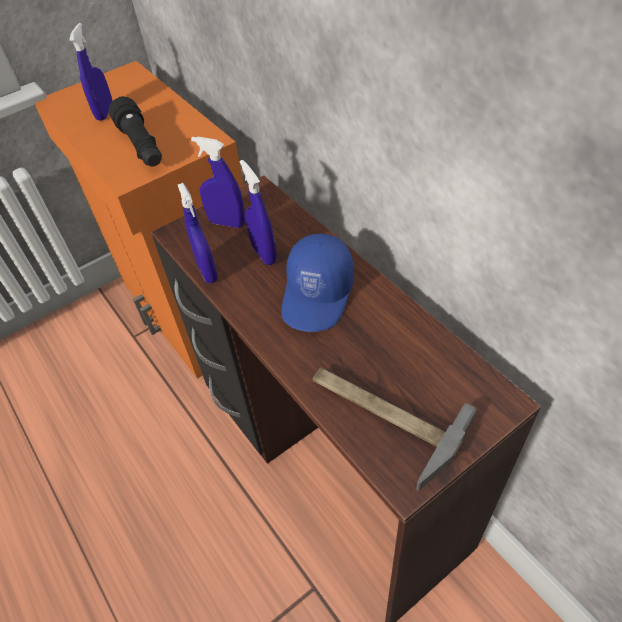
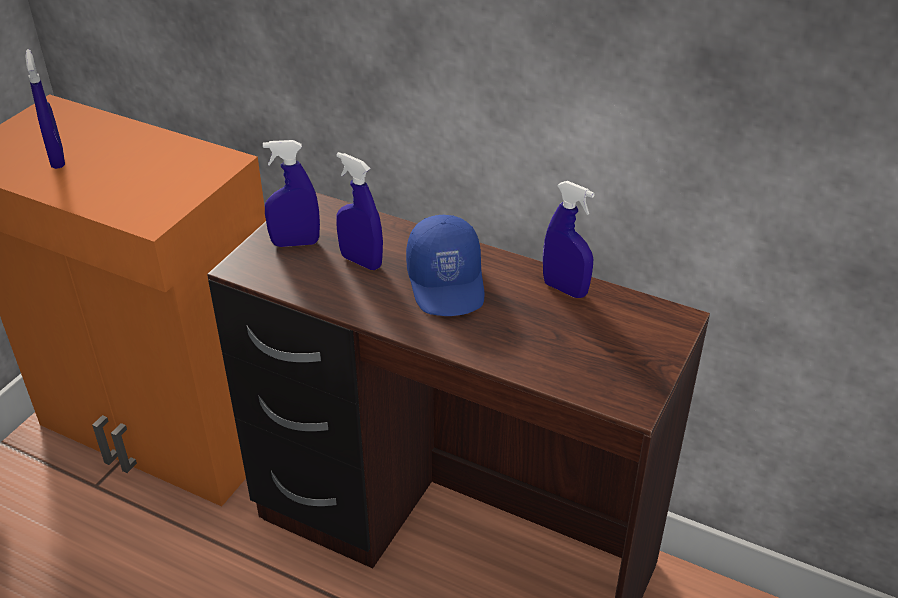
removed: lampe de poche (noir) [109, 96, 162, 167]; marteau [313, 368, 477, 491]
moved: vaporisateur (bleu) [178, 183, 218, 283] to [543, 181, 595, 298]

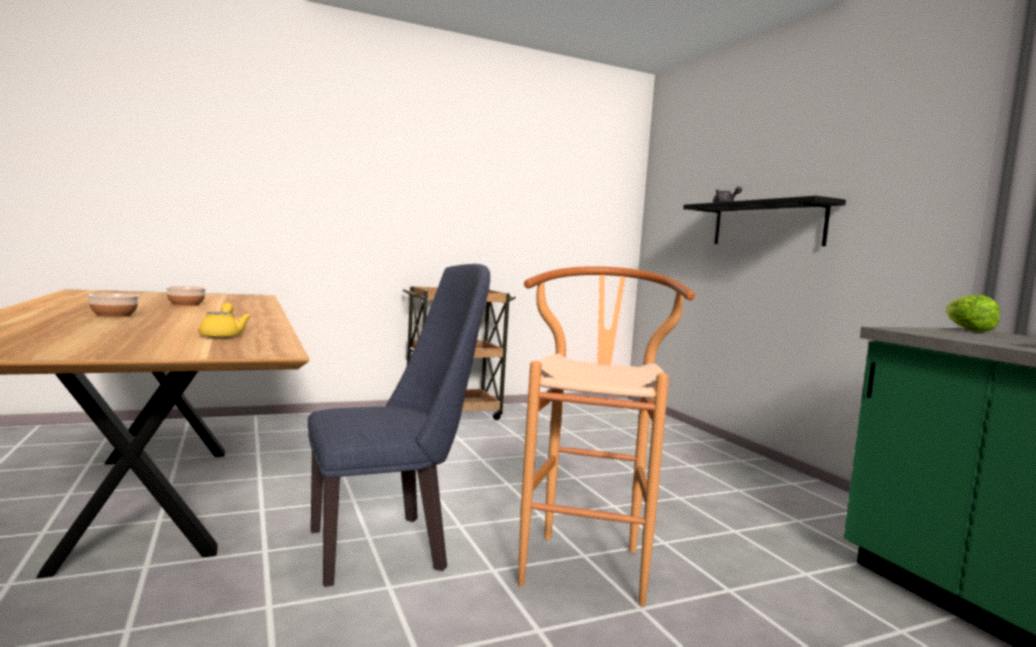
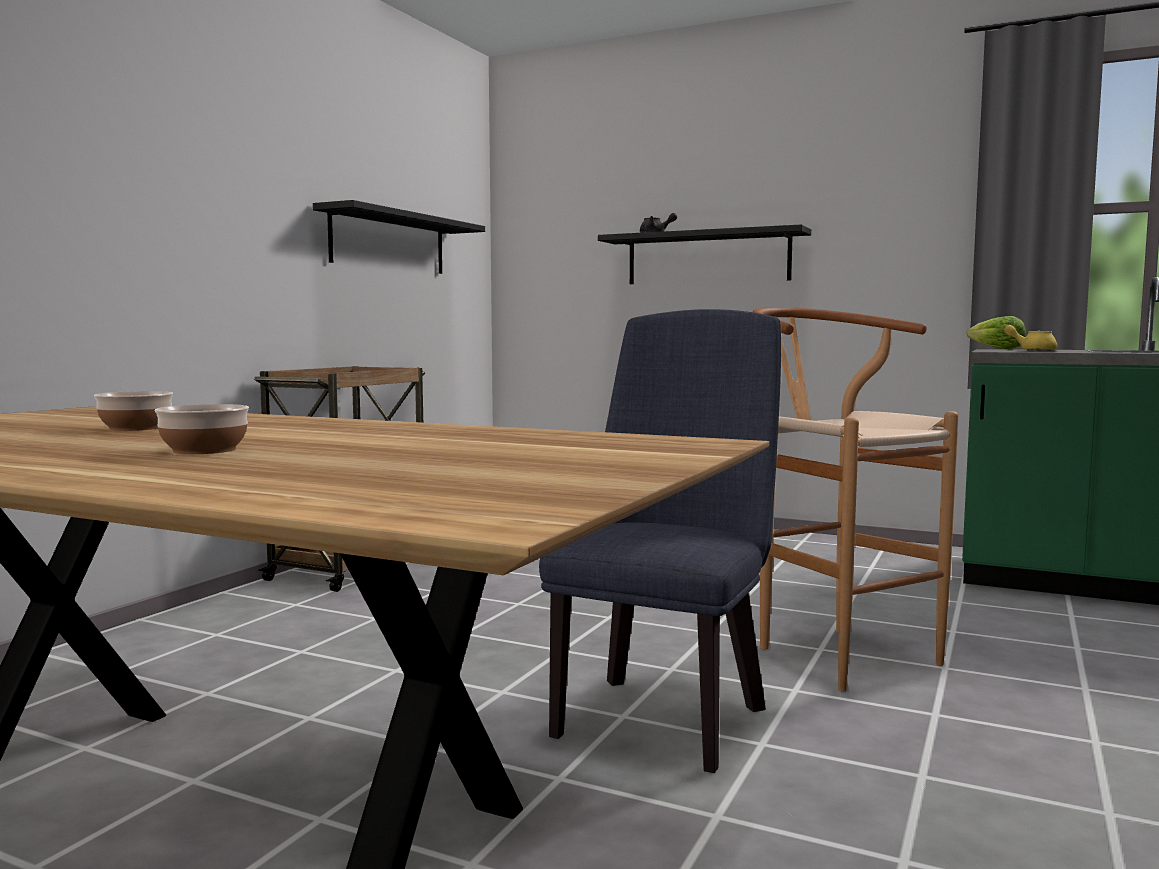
added: étagère (noir) [313, 200, 485, 274]
moved: théière (jaune) [198, 303, 251, 338] to [1004, 325, 1057, 351]

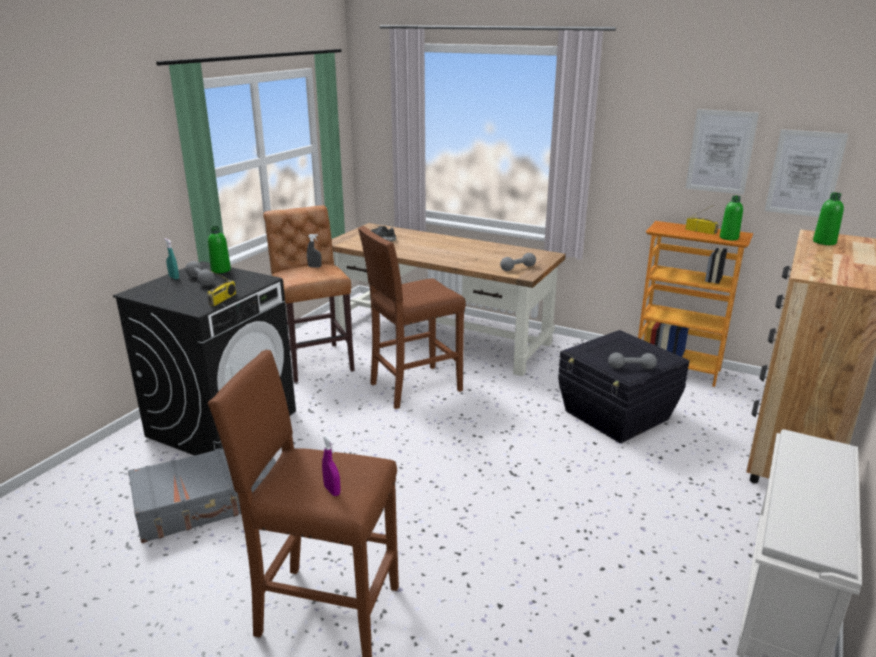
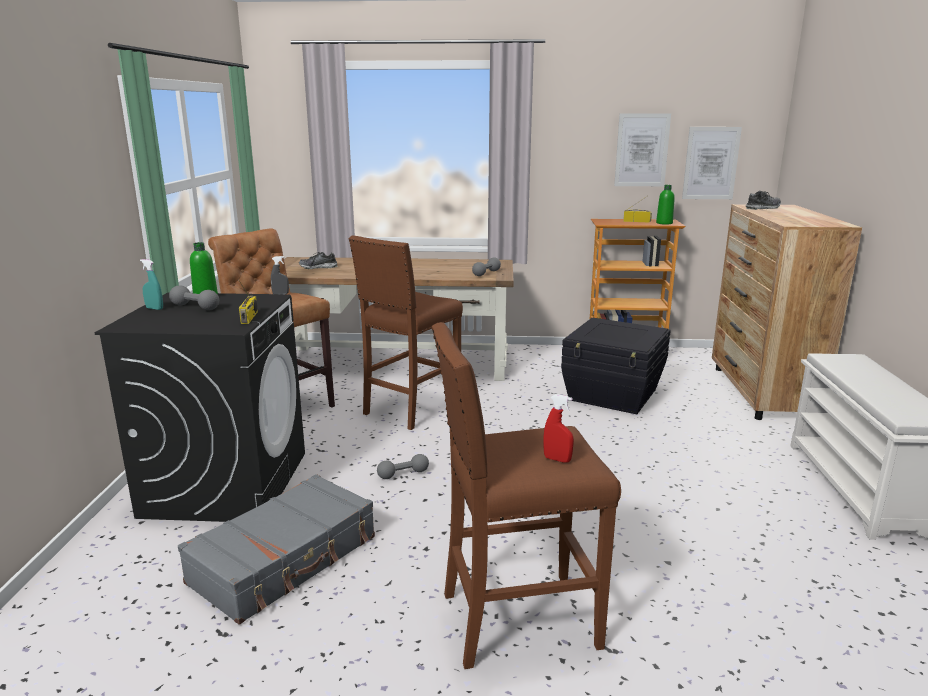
moved: haltère (gris) [608, 353, 657, 369] to [377, 454, 429, 479]
replaced: bouteille (vert) [813, 192, 844, 245] to chaussure [746, 191, 781, 210]
recoloured: vaporisateur (violet) [322, 436, 341, 496] to vaporisateur (rouge) [543, 394, 574, 463]

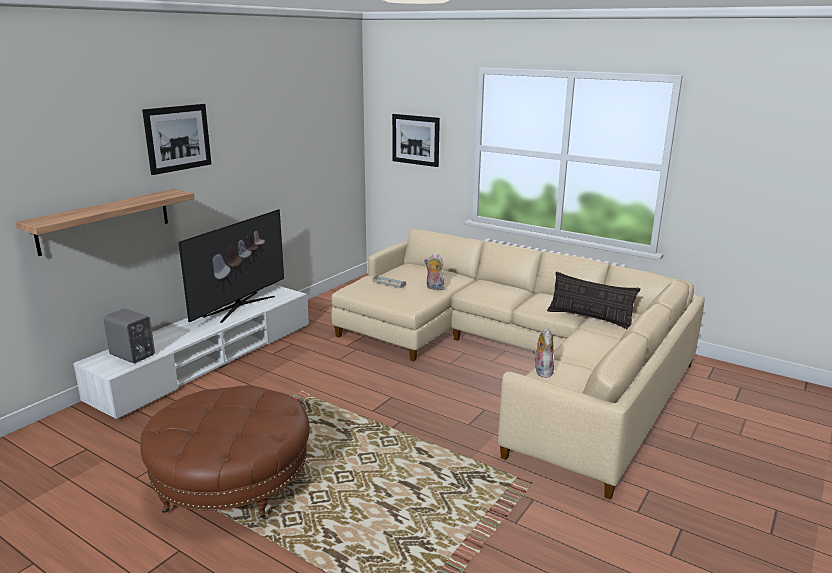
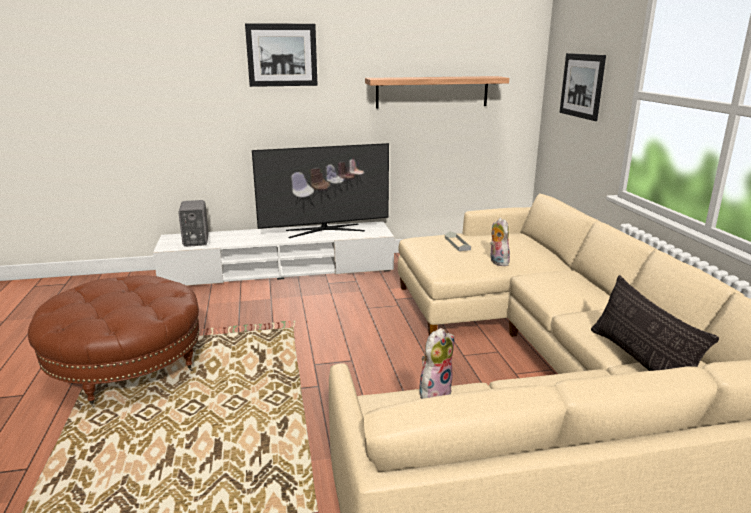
moved: étagère [16, 189, 194, 256] to [365, 76, 509, 109]

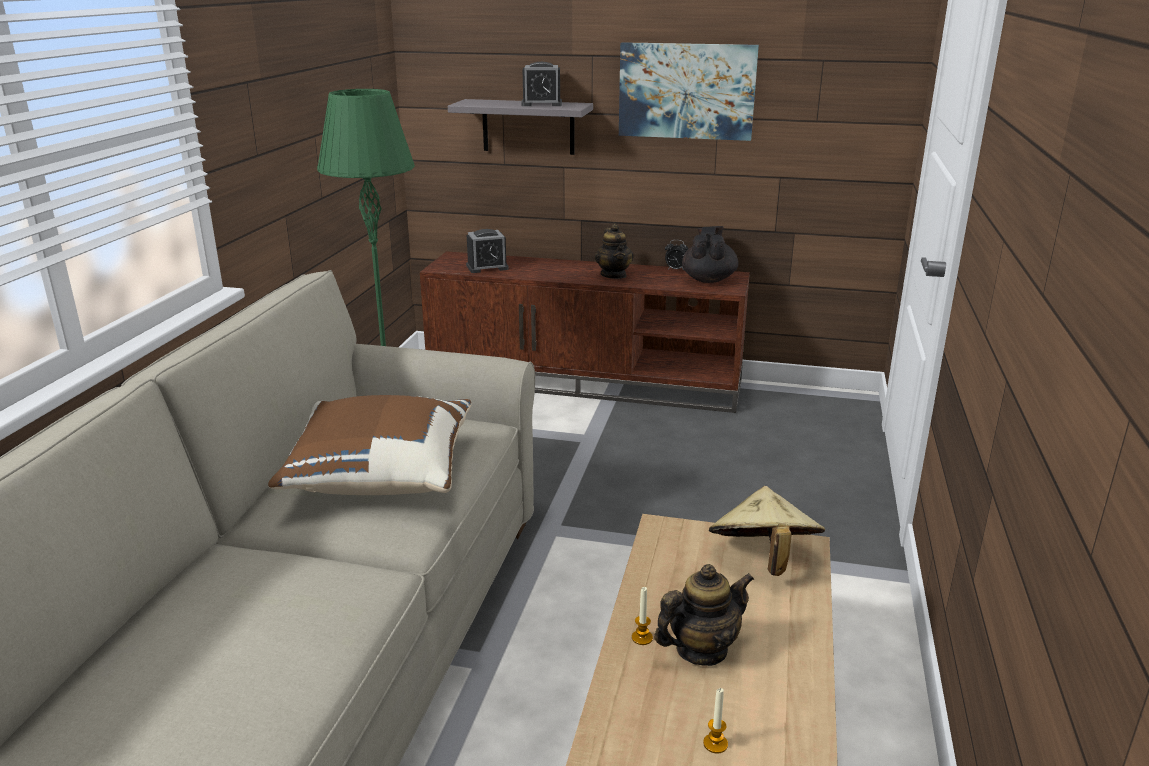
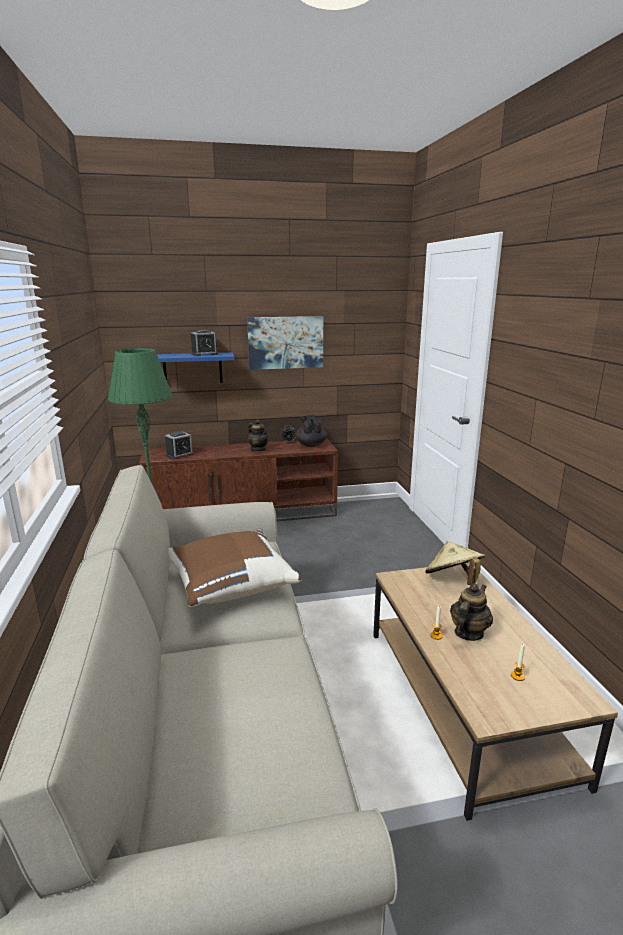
recoloured: étagère (gris) [448, 99, 593, 155] to étagère (bleu) [157, 352, 235, 383]

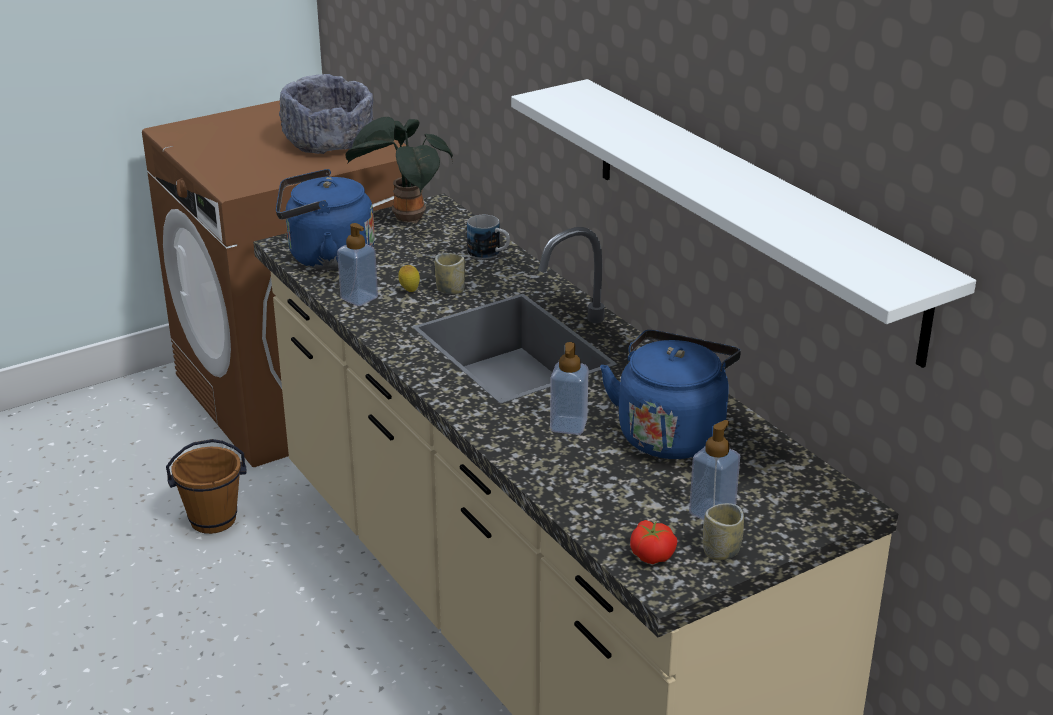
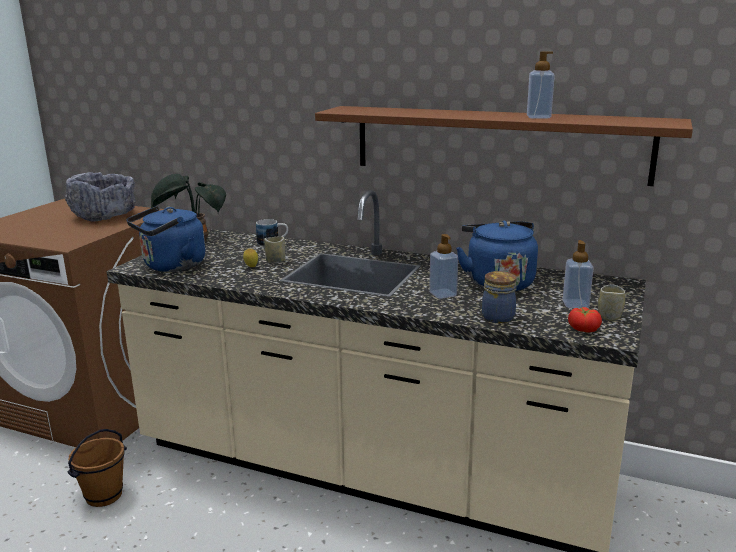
added: bocal [482, 271, 516, 323]
moved: distributeur de savon [337, 223, 378, 306] to [527, 51, 555, 119]
recoloured: étagère (blanc) [511, 79, 976, 368] to étagère (marron) [315, 106, 693, 186]

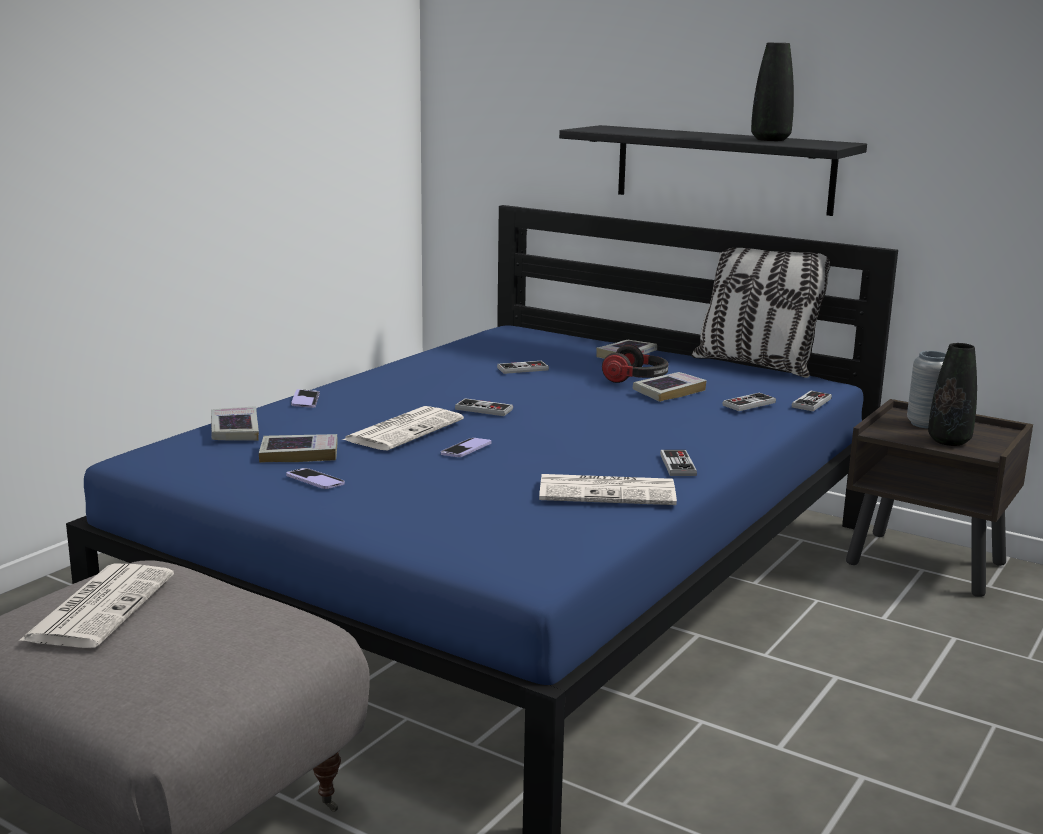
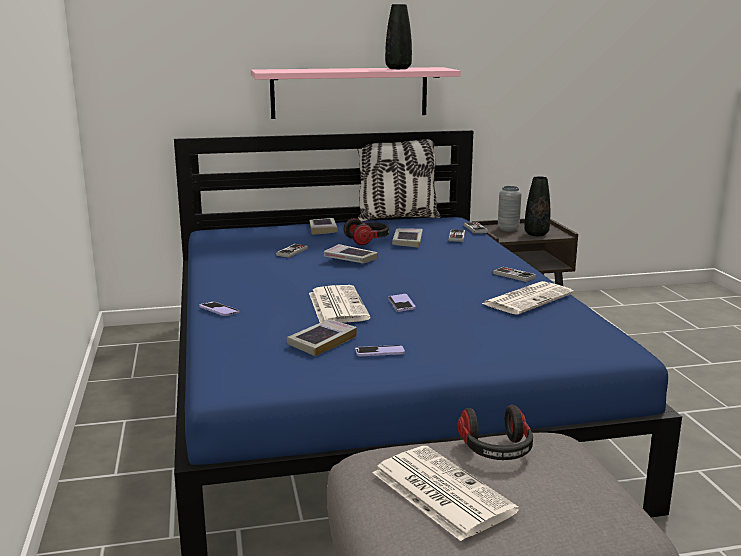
removed: manette [455, 398, 513, 416]
added: casque audio [458, 405, 533, 460]
moved: livre [211, 406, 259, 441] to [324, 244, 378, 263]
recoloured: étagère (noir) [559, 125, 867, 216] to étagère (rose) [251, 67, 461, 119]

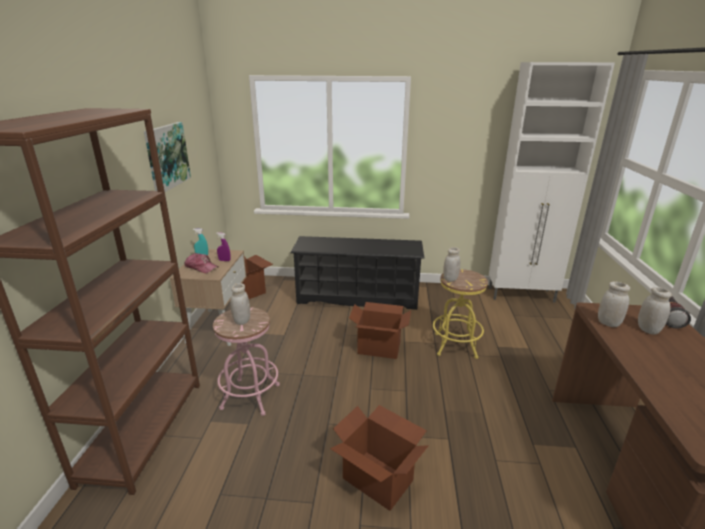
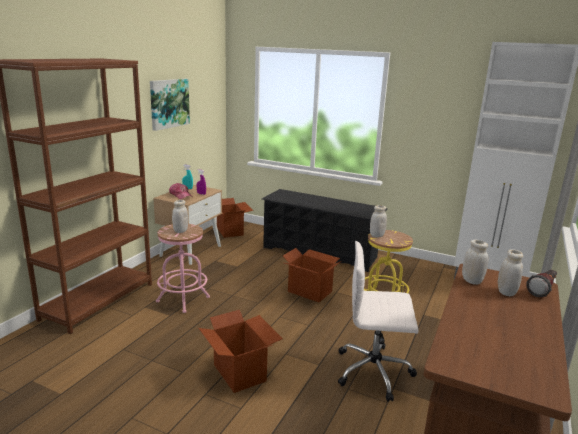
added: chaise de bureau (blanc) [338, 241, 419, 402]

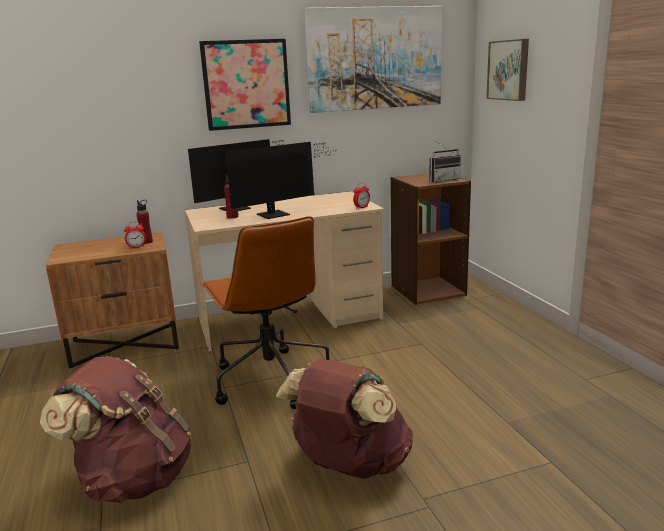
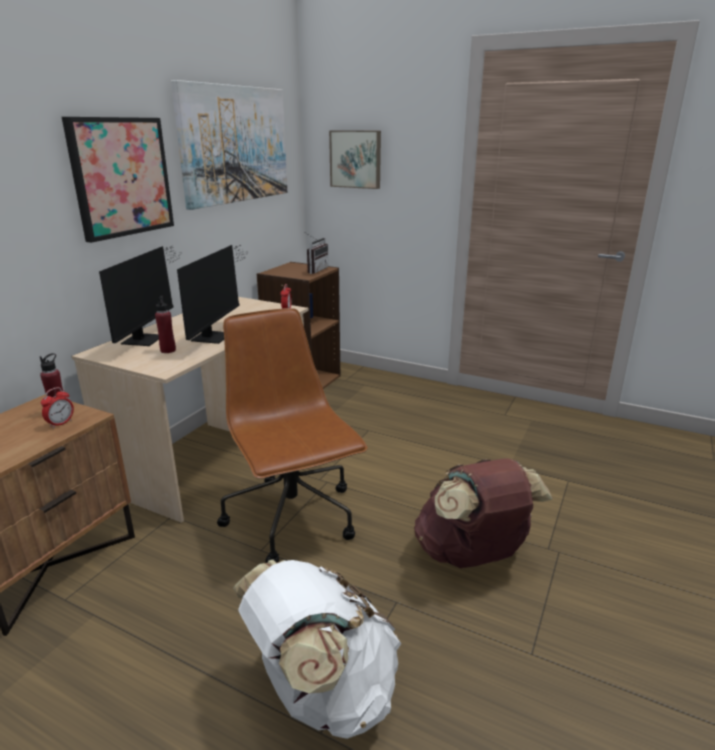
recoloured: sac à dos (marron) [40, 356, 192, 503] to sac à dos (blanc) [233, 560, 401, 739]
turned: chaise de bureau (marron) [201, 216, 330, 409] = [217, 308, 368, 563] 135 degrees counterclockwise

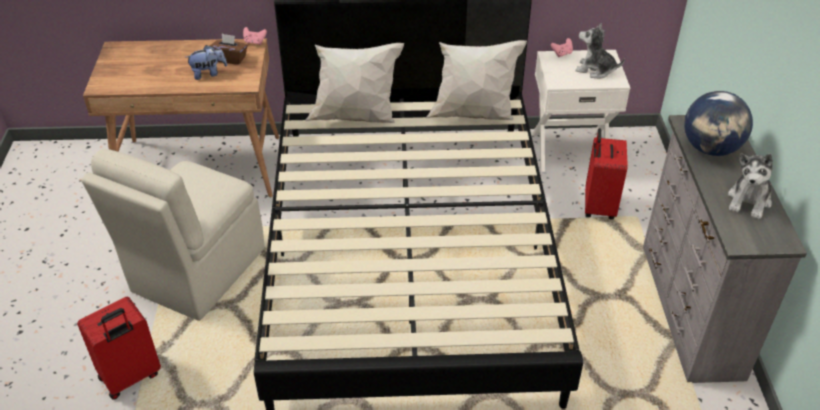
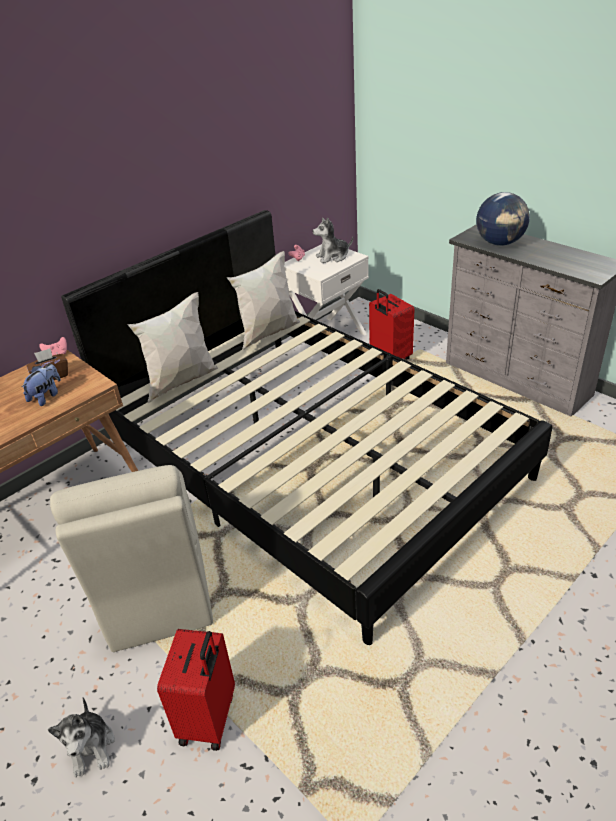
moved: peluche [728, 153, 772, 219] to [48, 697, 115, 777]

